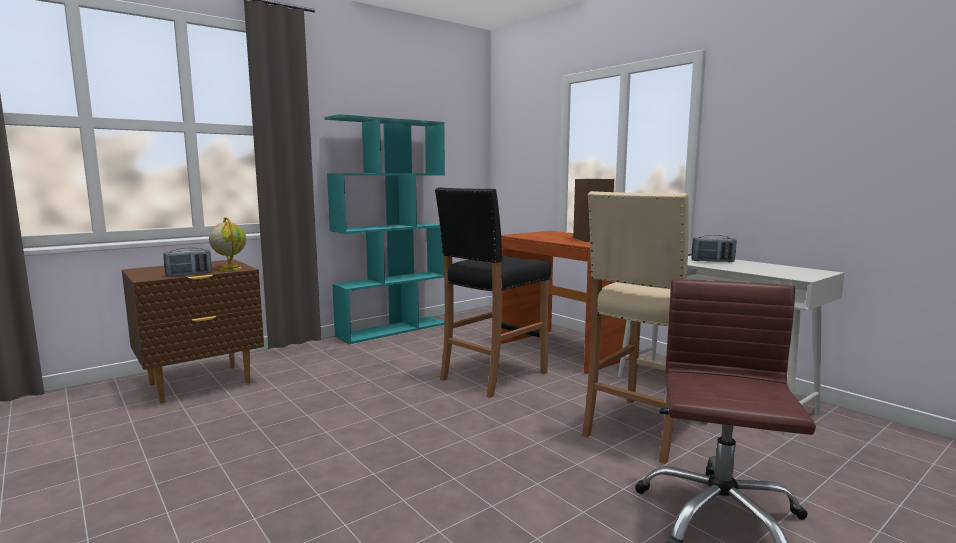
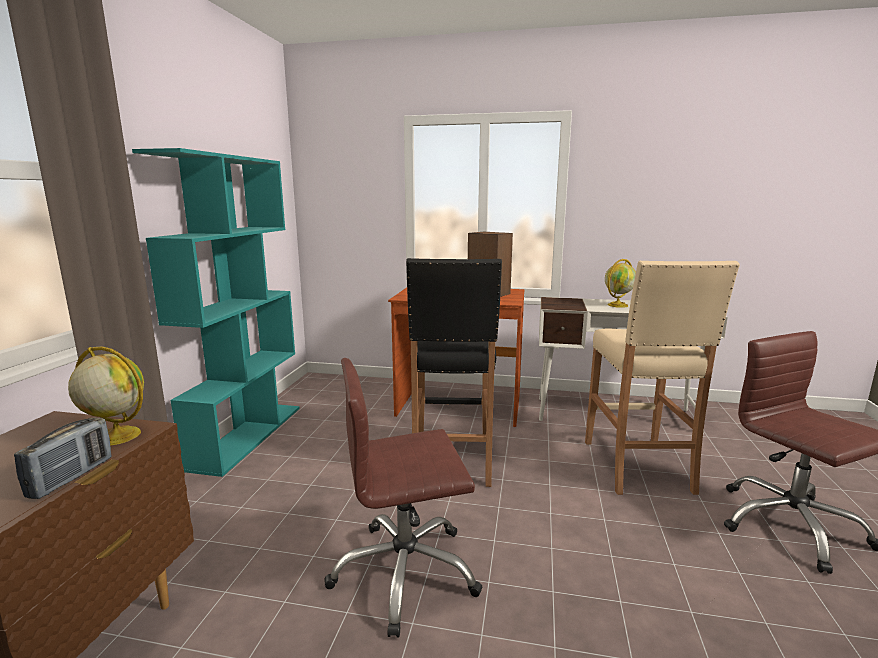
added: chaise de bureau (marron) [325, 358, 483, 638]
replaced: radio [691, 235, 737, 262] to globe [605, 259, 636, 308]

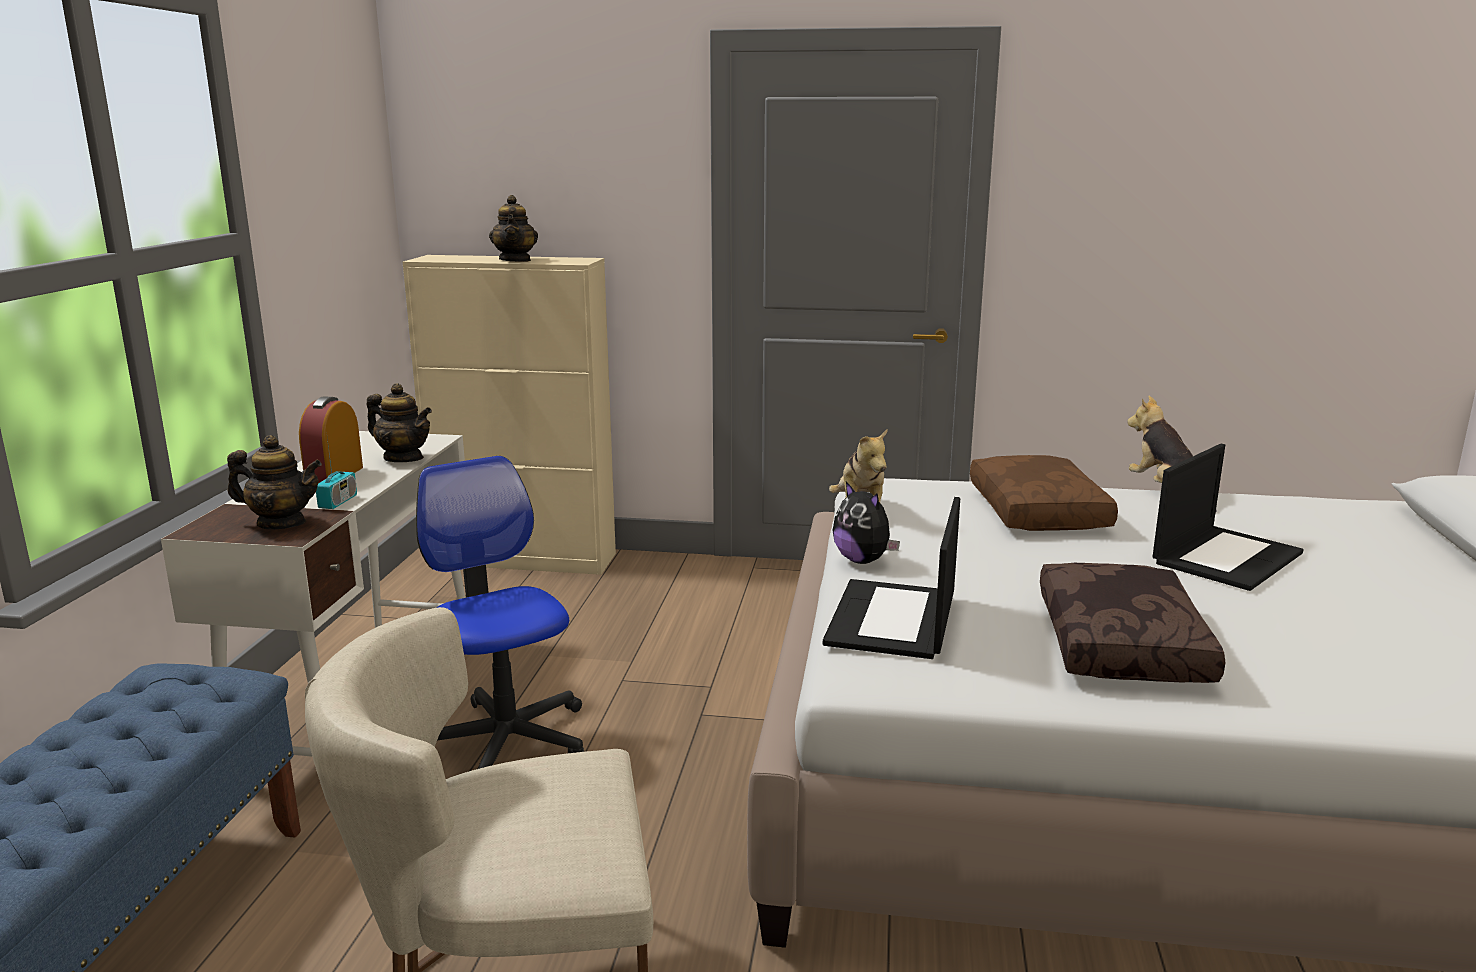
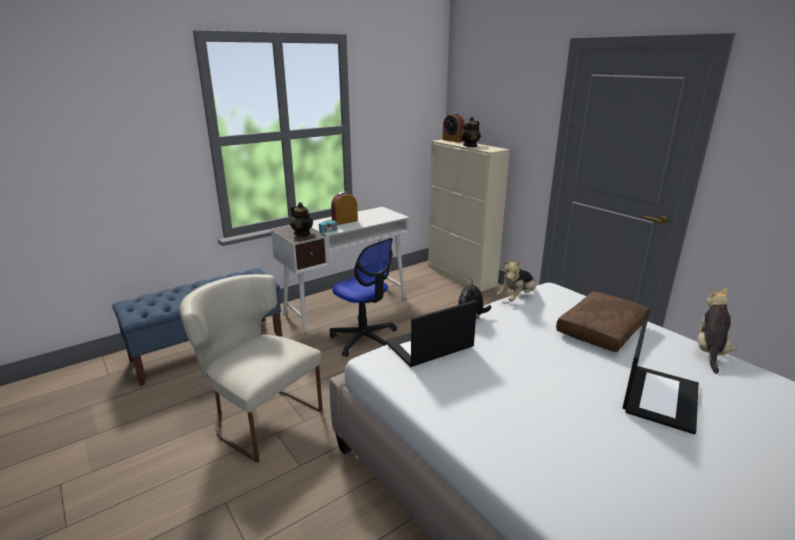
removed: théière [367, 384, 432, 462]; coussin (marron) [1040, 563, 1226, 683]
added: réveil [442, 113, 465, 142]
turned: chaise de bureau [416, 456, 584, 769] = [330, 238, 397, 357] 120 degrees clockwise; ordinateur portable [1153, 444, 1304, 591] = [623, 319, 699, 434] 60 degrees counterclockwise

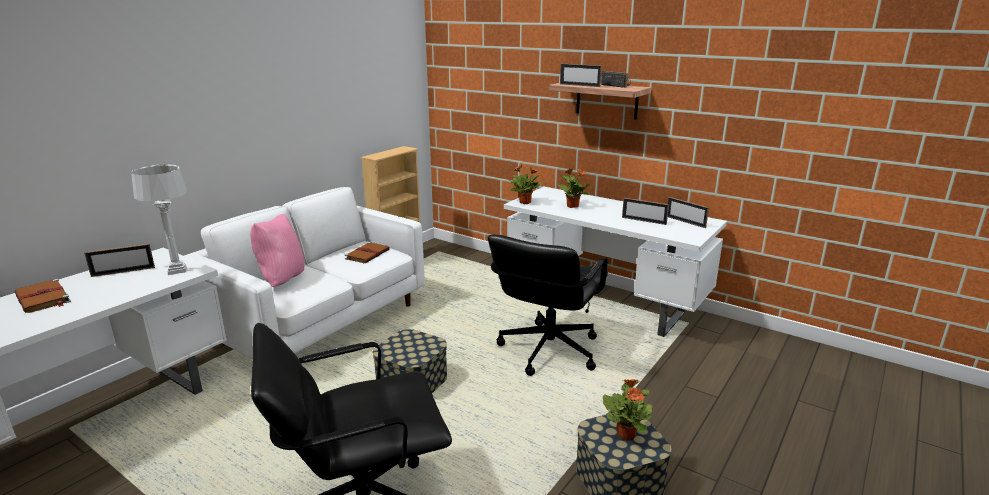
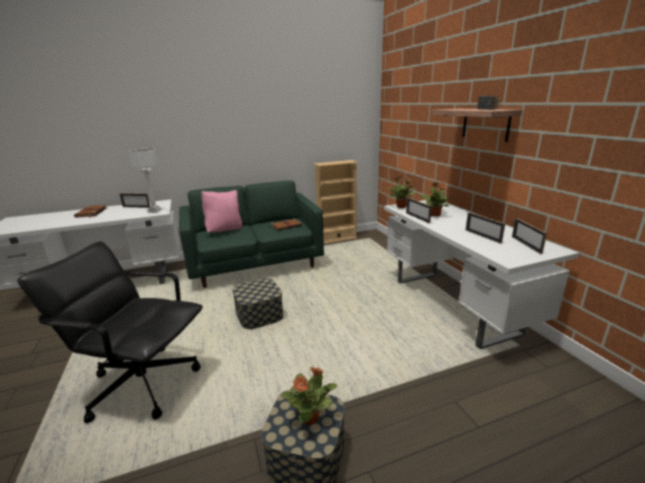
removed: chaise de bureau (noir) [488, 235, 608, 376]
moved: cadre photo [560, 64, 602, 87] to [406, 197, 432, 223]
recoloured: canapé (blanc) [184, 187, 425, 359] to canapé (vert) [179, 181, 324, 288]

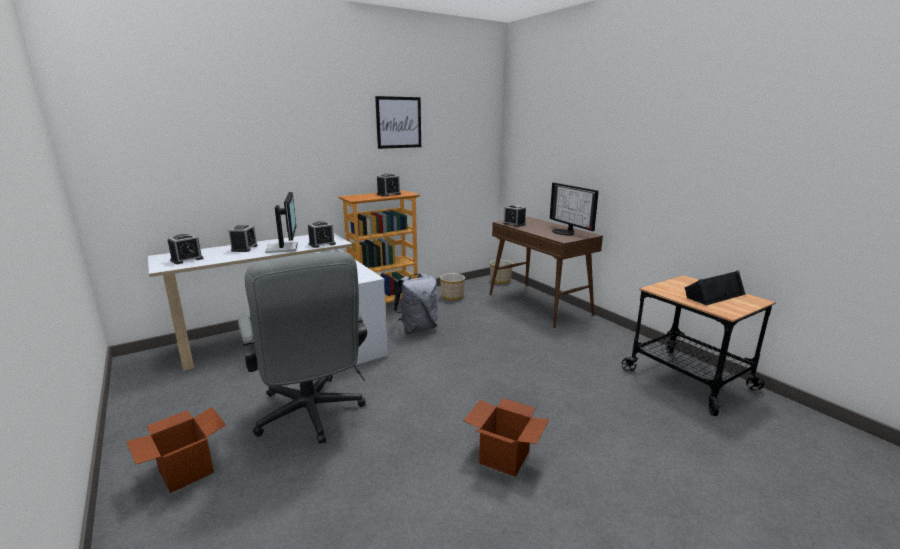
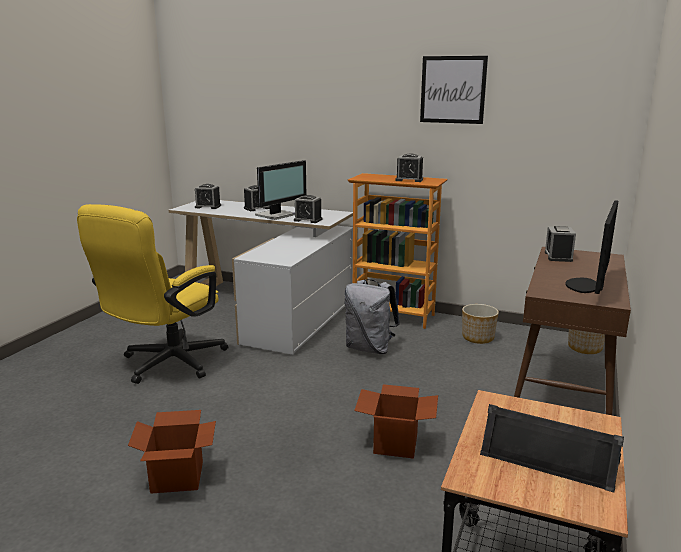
moved: carton [126, 407, 226, 493] to [354, 384, 438, 459]
recoloured: chaise de bureau (gris) [238, 251, 367, 444] to chaise de bureau (jaune) [77, 204, 228, 384]

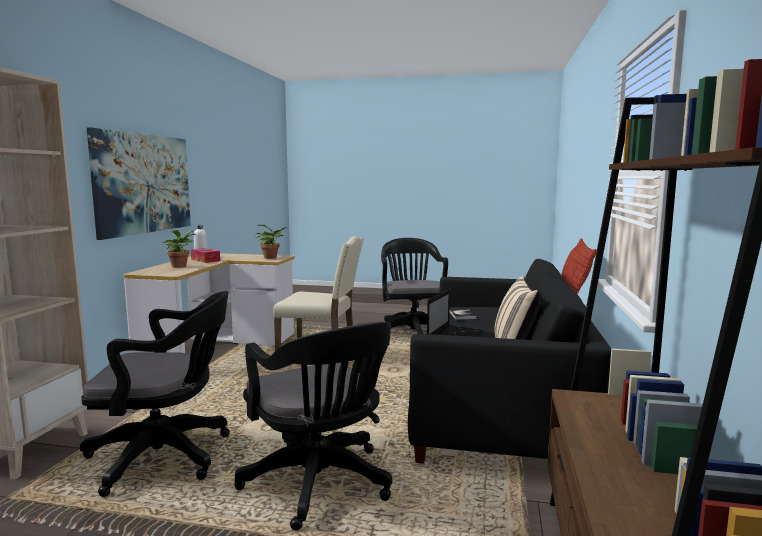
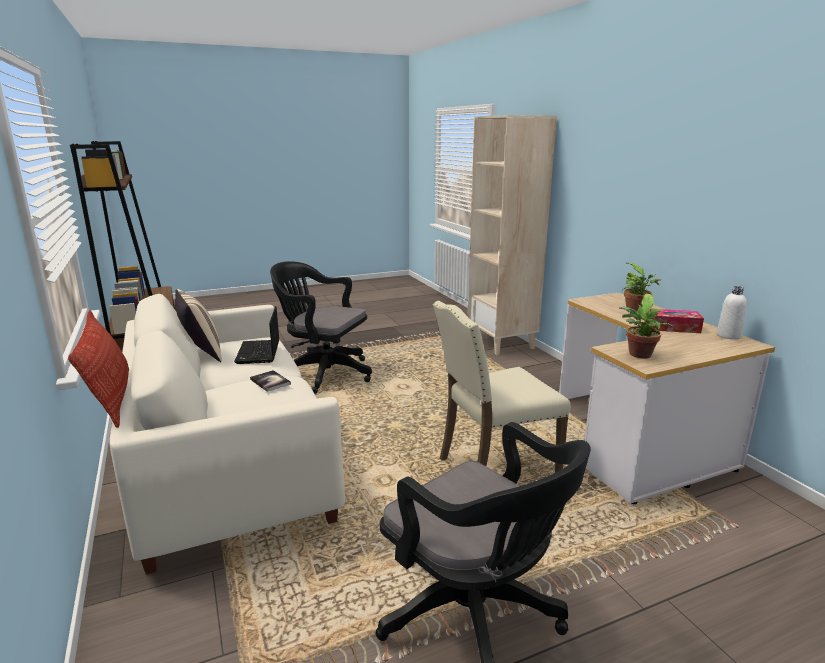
removed: chaise de bureau (noir) [80, 291, 230, 497]; tableau [87, 127, 191, 240]
recoloured: canapé (noir) [408, 259, 611, 464] to canapé (blanc) [109, 294, 345, 574]

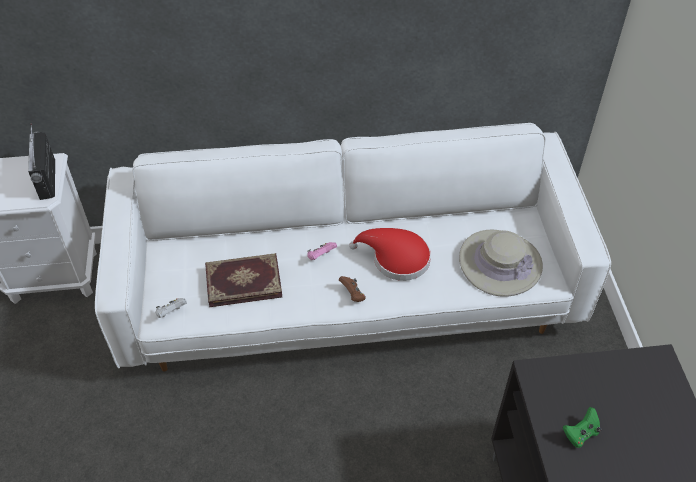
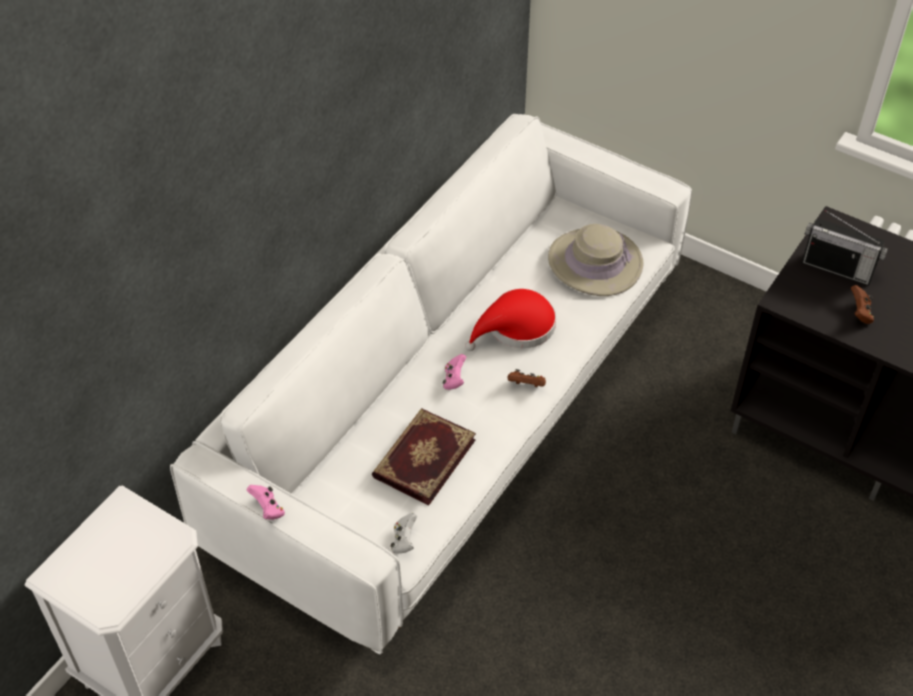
added: manette (rose) [246, 485, 285, 520]
moved: radio [28, 123, 55, 200] to [802, 210, 888, 286]
recoloured: manette (vert) [563, 407, 602, 448] to manette (marron) [851, 285, 874, 324]

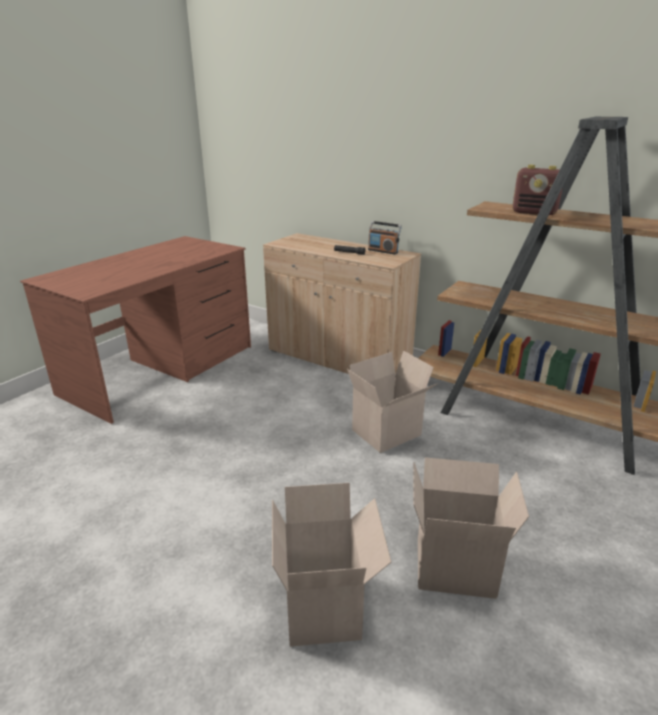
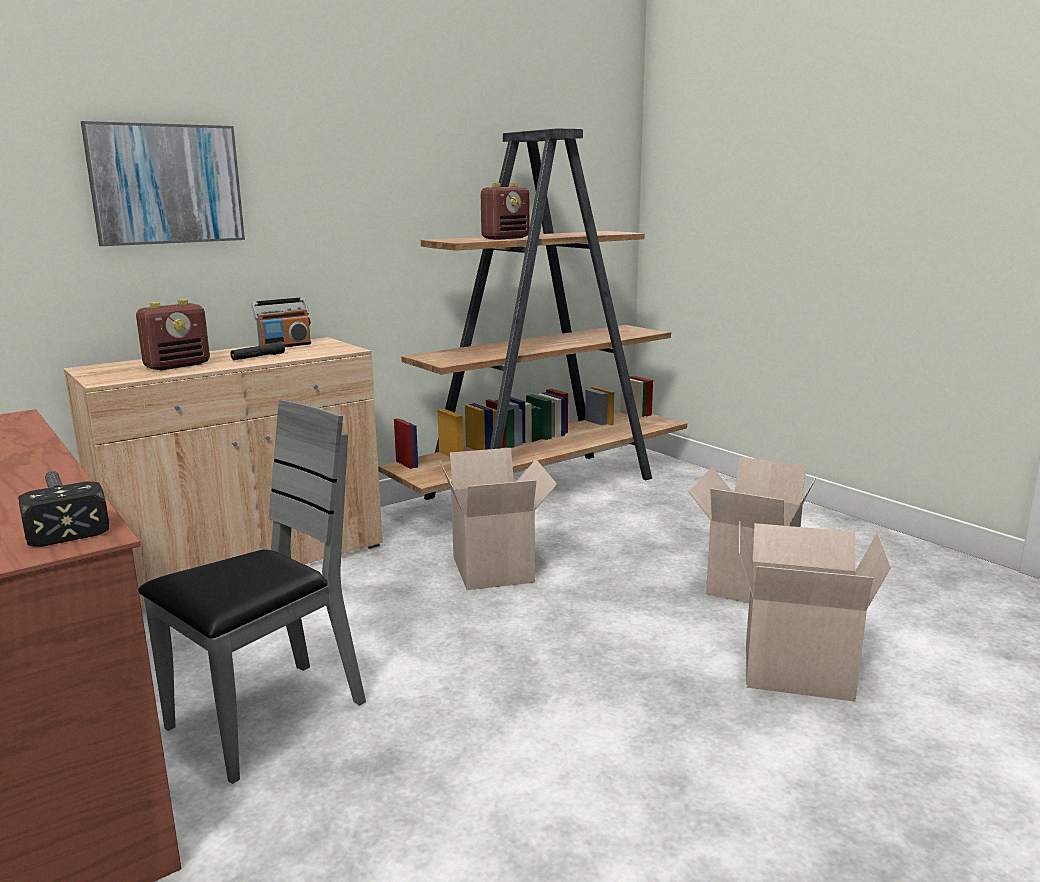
added: marteau [18, 471, 109, 547]; tableau [81, 121, 245, 246]; radio [136, 299, 210, 370]; chaise (gris) [138, 400, 366, 784]

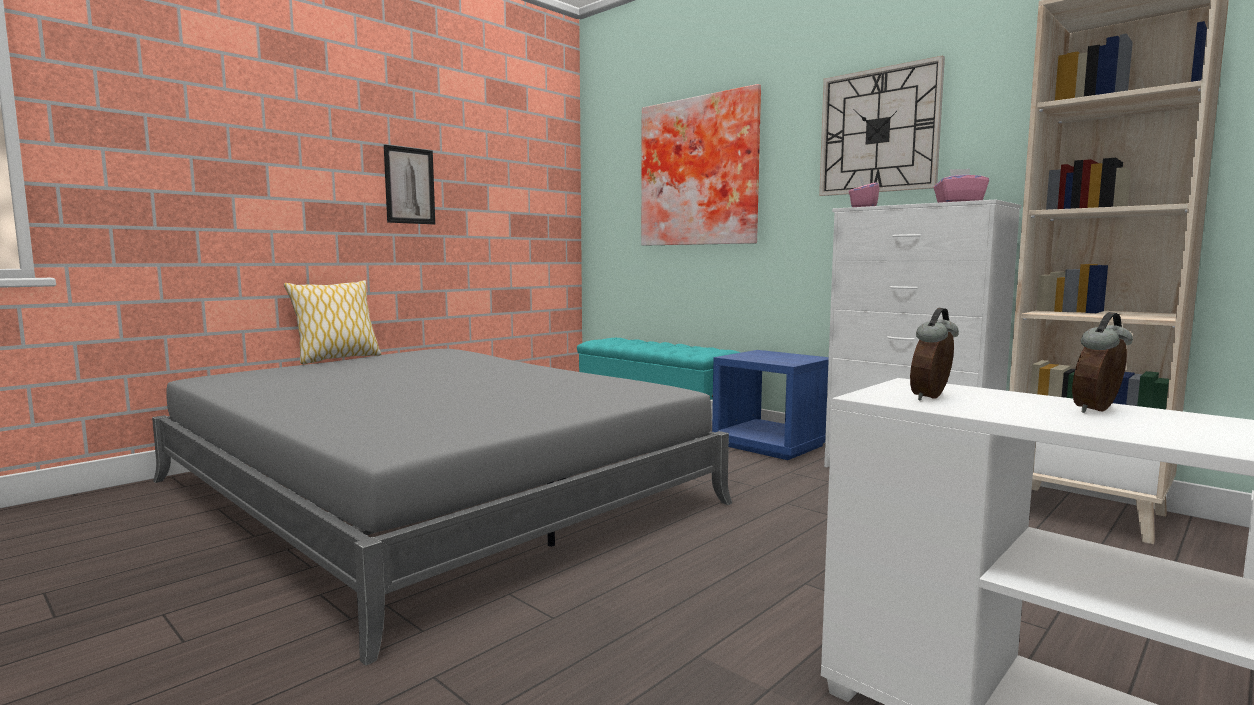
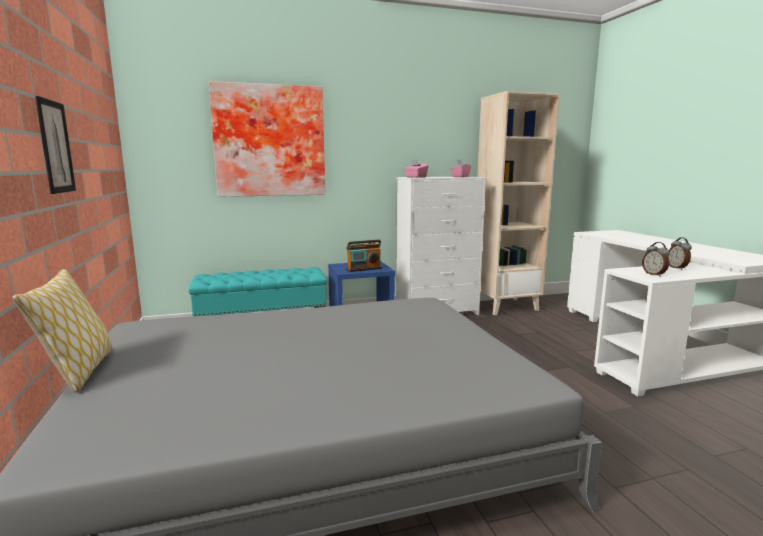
removed: horloge murale [819, 55, 945, 196]
added: radio [345, 240, 382, 272]

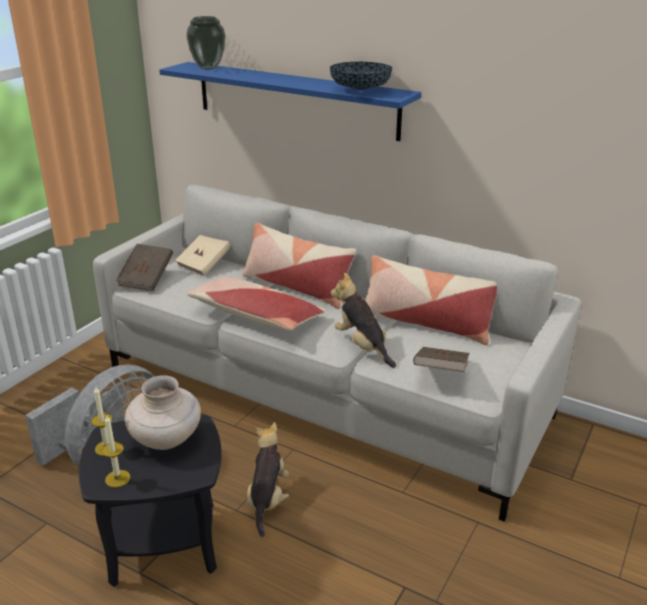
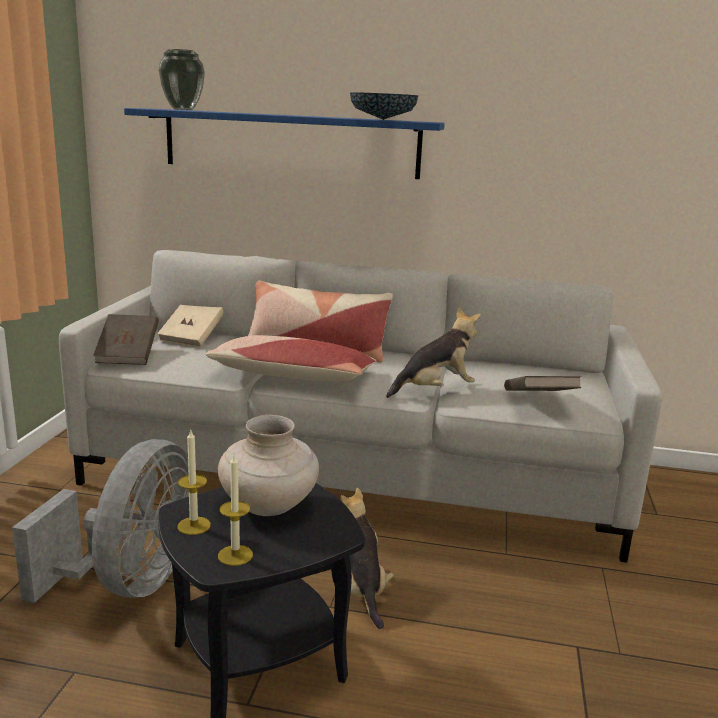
removed: coussin [365, 255, 497, 345]
turned: peluche [331, 273, 396, 368] = [386, 308, 481, 398] 120 degrees clockwise

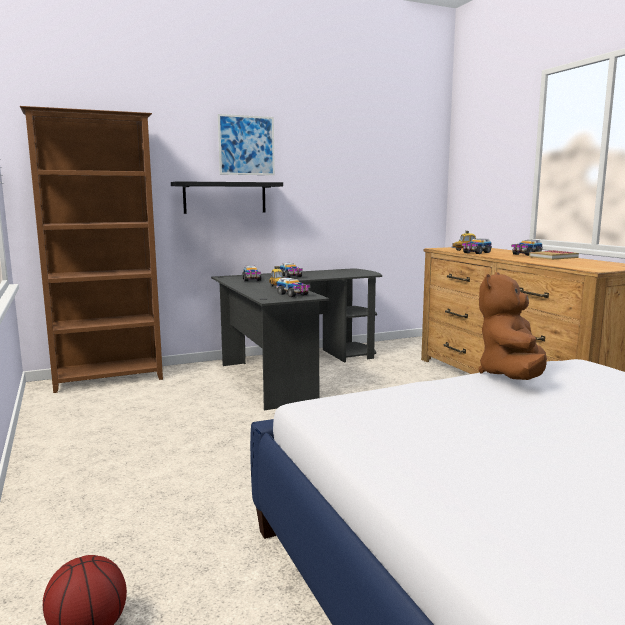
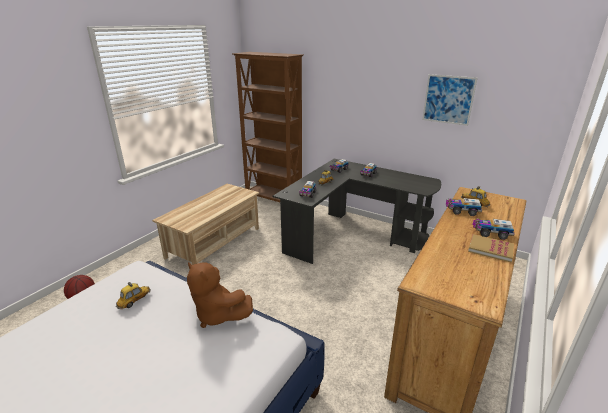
removed: étagère (noir) [171, 181, 283, 214]
added: petite voiture [116, 282, 151, 309]; table basse (beige) [152, 184, 259, 265]
moved: tableau [218, 114, 275, 175] to [422, 74, 478, 126]
turned: peluche (marron) [478, 272, 547, 380] = [187, 262, 253, 328] 135 degrees counterclockwise

